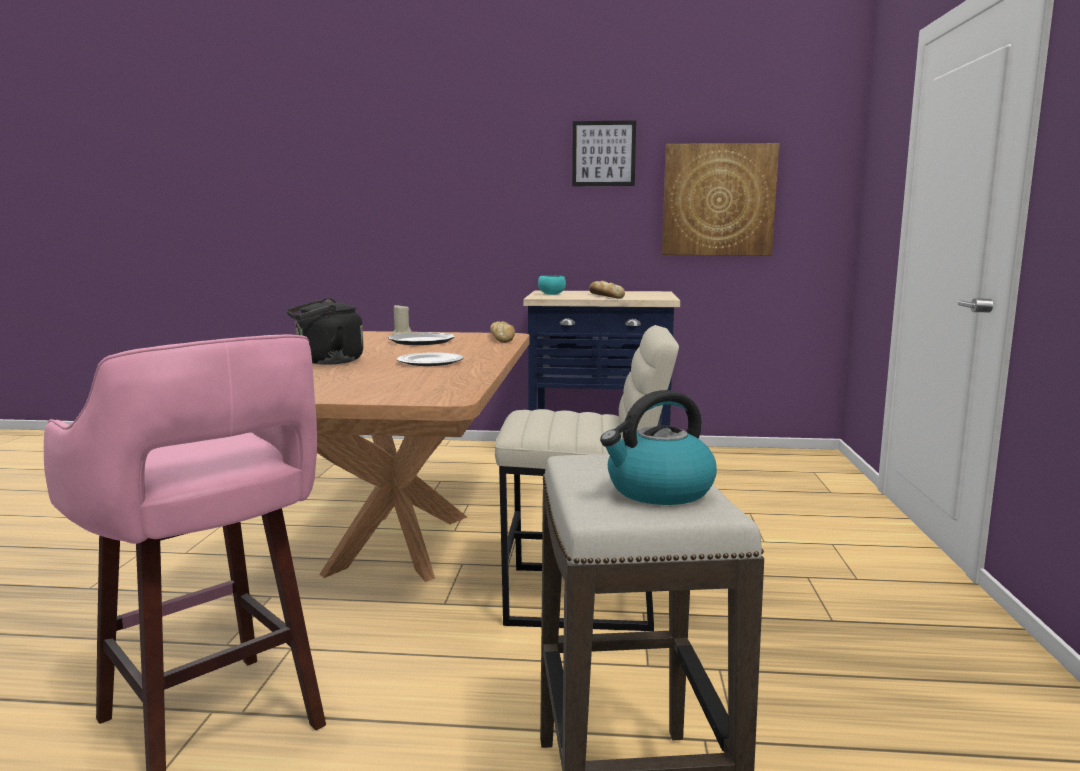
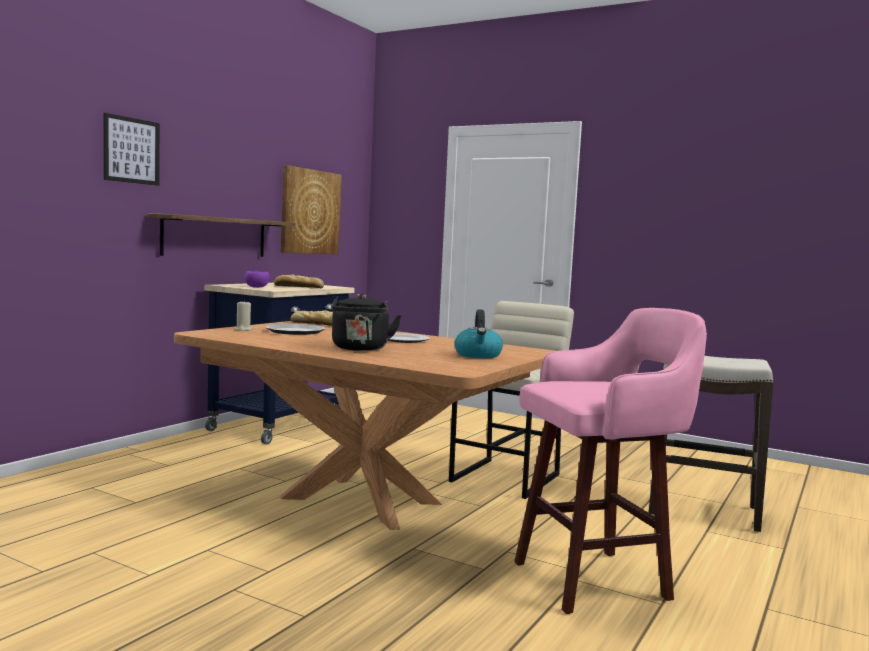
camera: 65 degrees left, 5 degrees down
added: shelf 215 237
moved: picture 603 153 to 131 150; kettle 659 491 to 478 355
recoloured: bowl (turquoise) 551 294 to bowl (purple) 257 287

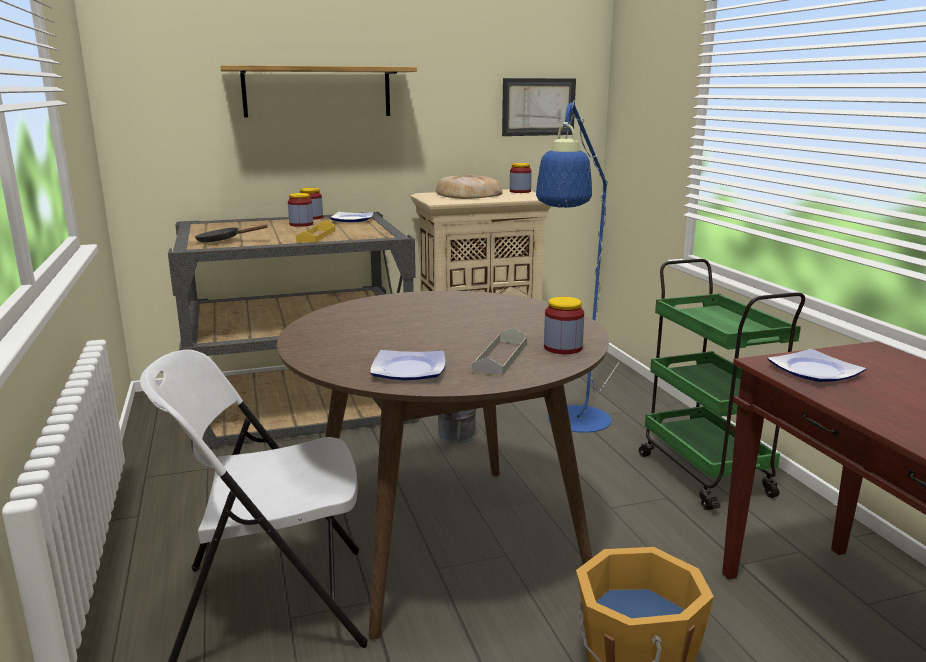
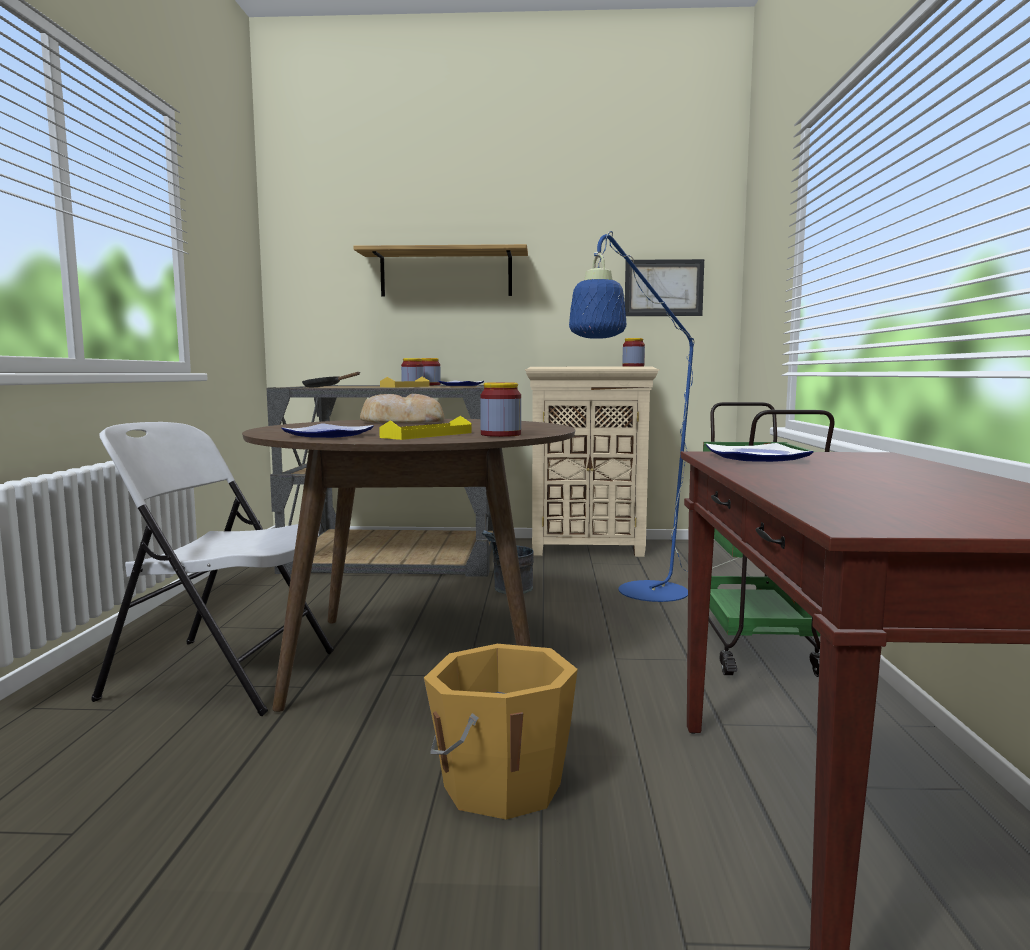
camera: 20 degrees right, 10 degrees down
moved: bread 467 195 to 401 420
recoloured: tray (grey) 500 357 to tray (yellow) 427 435

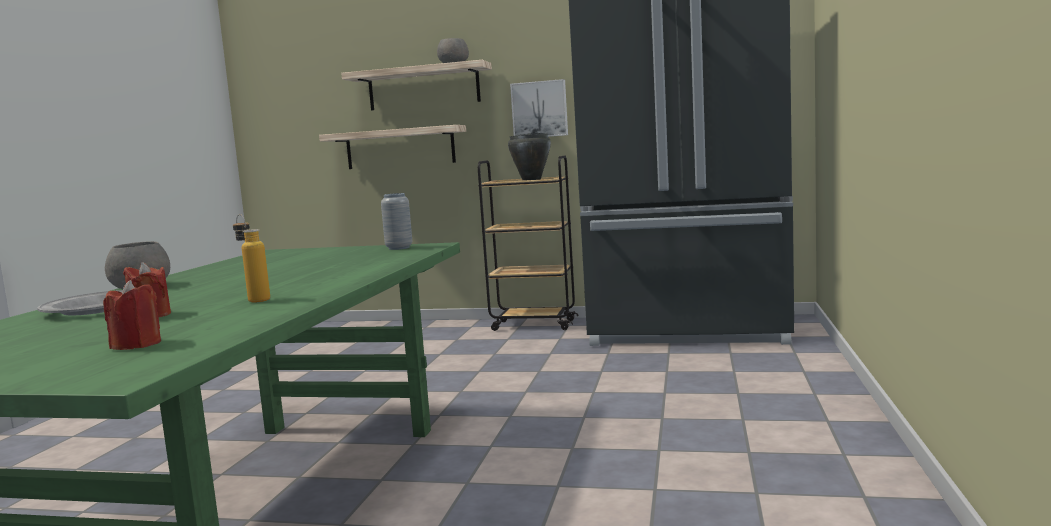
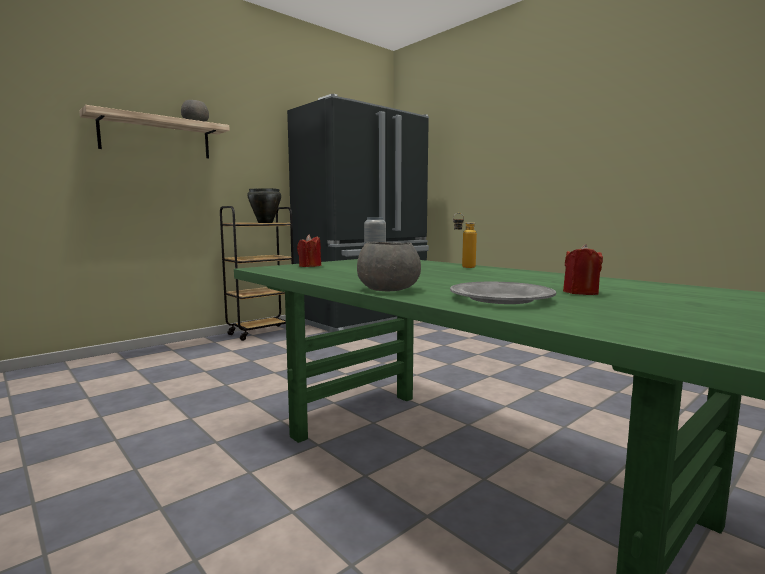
camera: 55 degrees left, 0 degrees up
removed: shelf 400 148; picture 539 109
moved: candle (red) 137 345 to 309 266; bottle 255 299 to 463 267

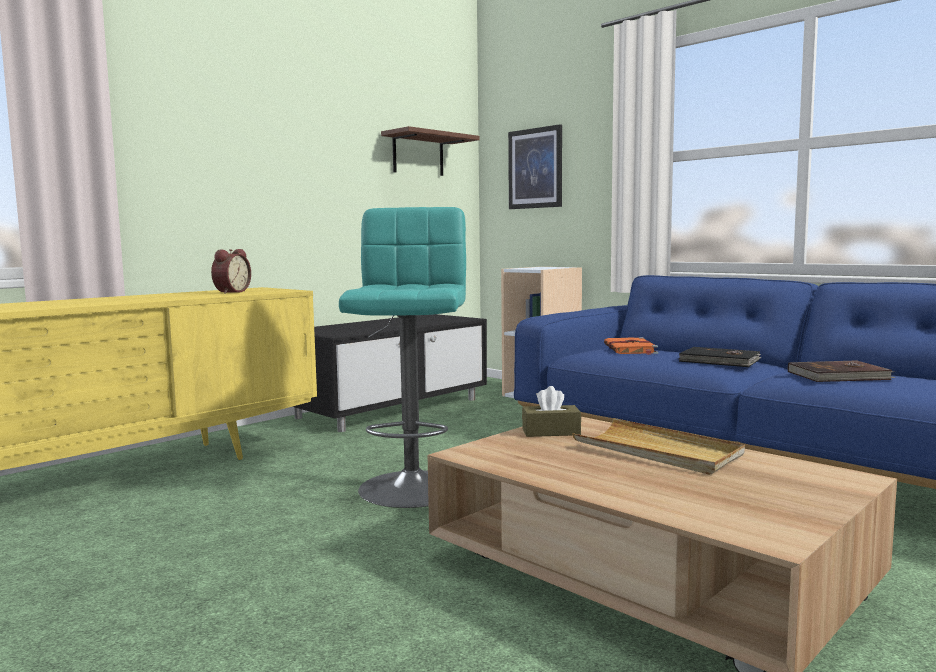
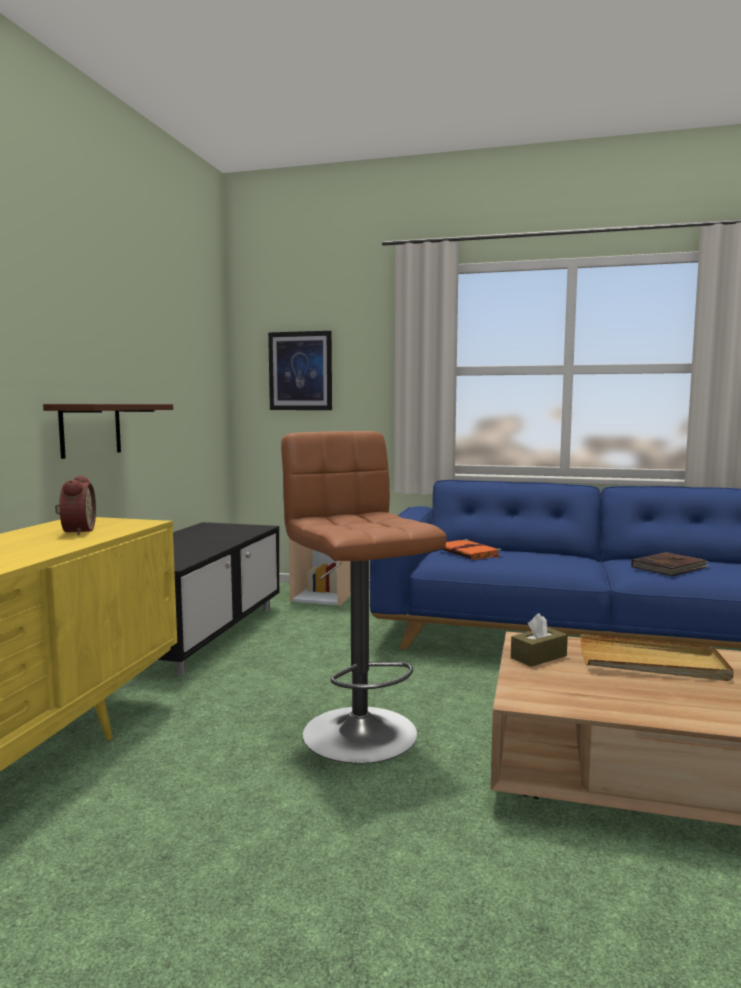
camera: 30 degrees left, 0 degrees up
removed: book (black) 719 361
moved: shelf (brown) 418 155 to 90 429
recoloured: stool (turquoise) 413 488 to stool (brown) 360 733

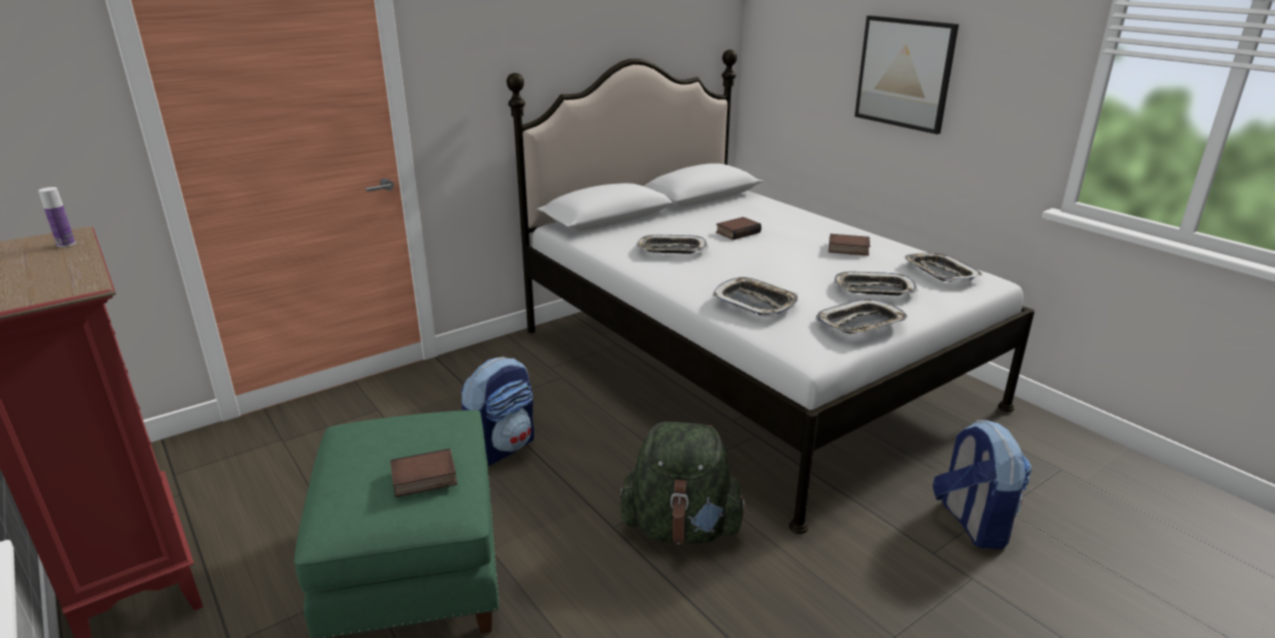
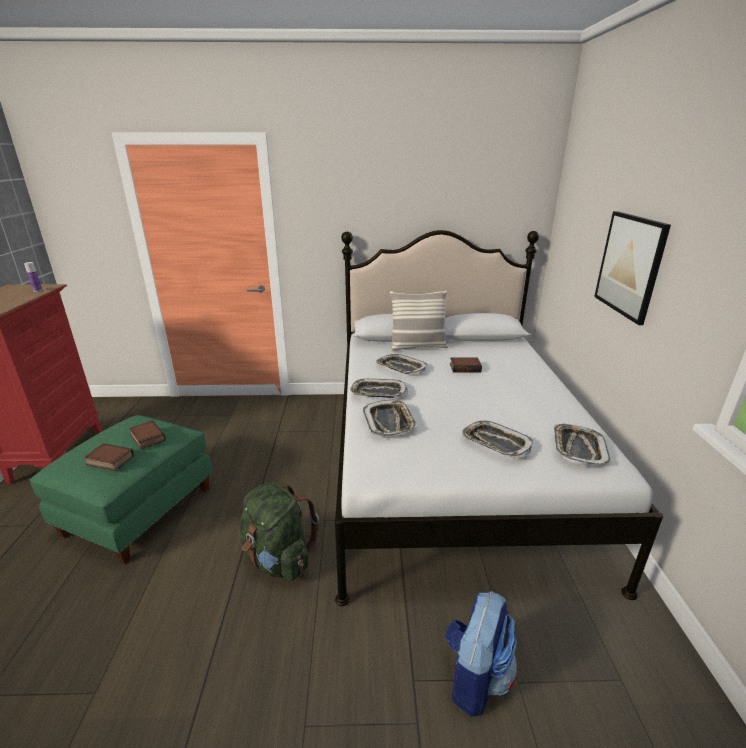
camera: 35 degrees right, 0 degrees up
removed: backpack 502 447
added: pillow 417 347
moved: book 847 249 to 146 438; tray 861 324 to 378 392

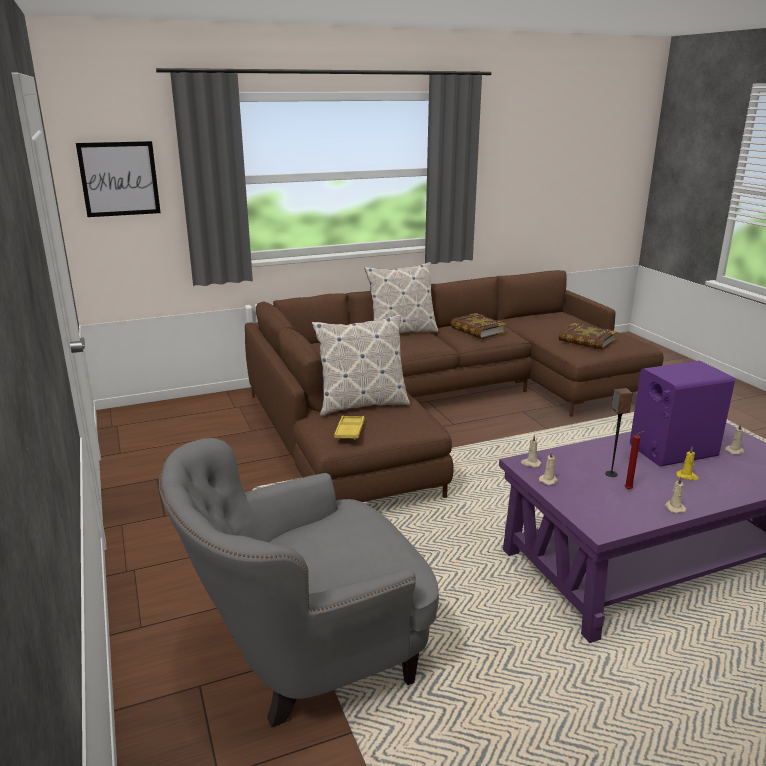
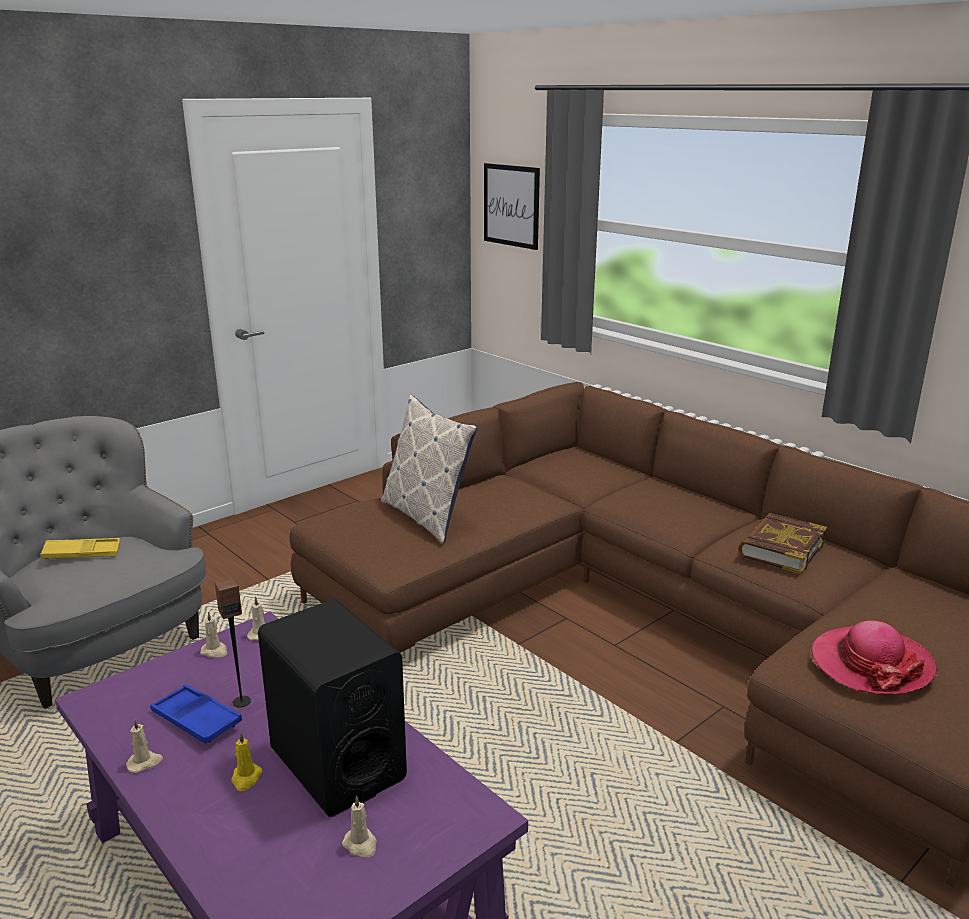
camera: 70 degrees right, 0 degrees up
removed: pillow 401 332
moved: tray (yellow) 349 431 to 82 554
replaced: candle (red) 629 489 to tray (blue) 196 720; book 586 341 to hat 871 664
recoloured: speaker (purple) 672 451 to speaker (black) 337 763

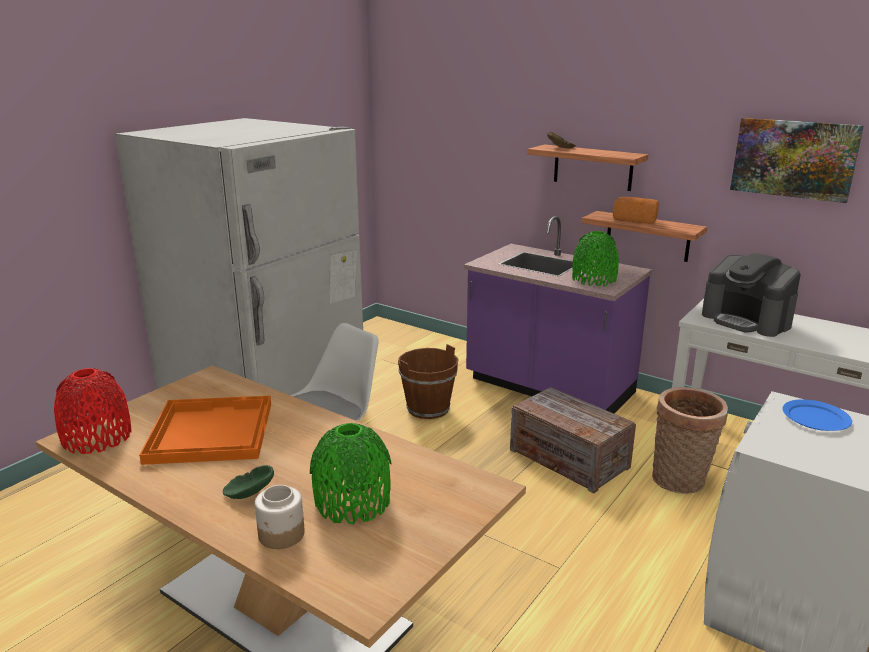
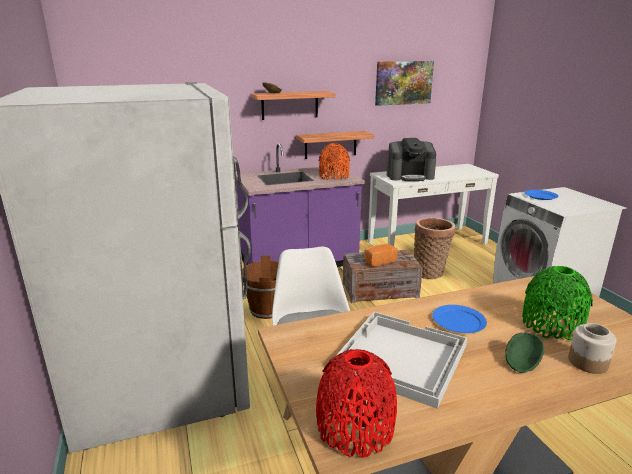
camera: 55 degrees left, 0 degrees up
added: plate (blue) 458 321
moved: bread 635 220 to 379 261
recoloured: vase (green) 593 280 to vase (orange) 334 176; tray (orange) 210 431 to tray (white) 399 358

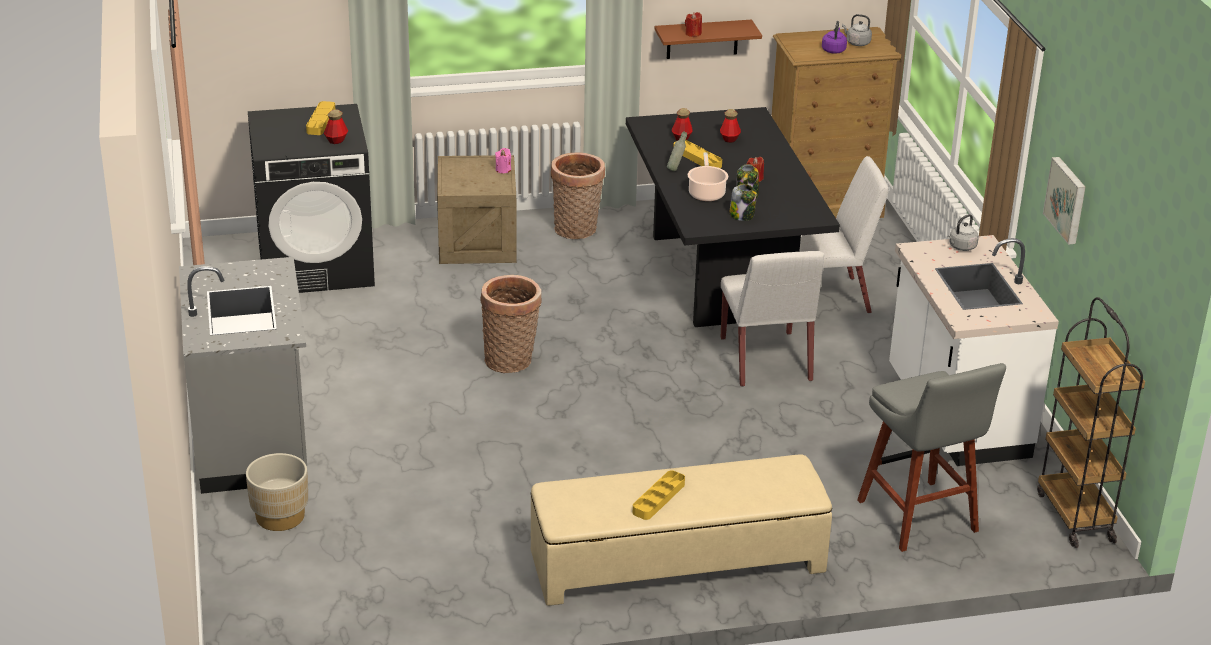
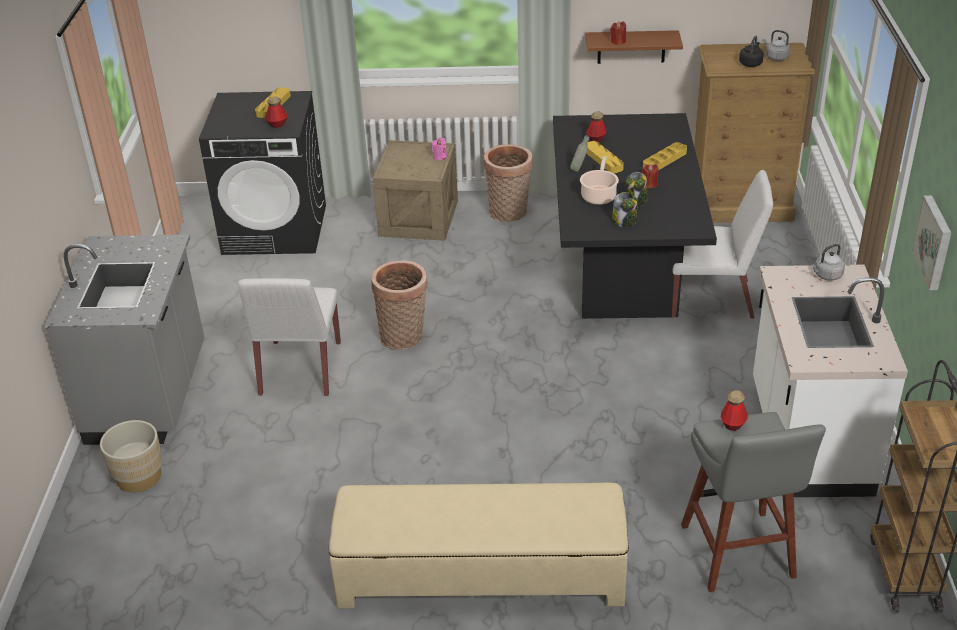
camera: 15 degrees right, 5 degrees up
moved: chair (white) 766 360 to 300 369; tray (yellow) 658 498 to 664 160; bottle 729 139 to 733 424
recoloured: kettle (purple) 833 50 to kettle (black) 750 63

